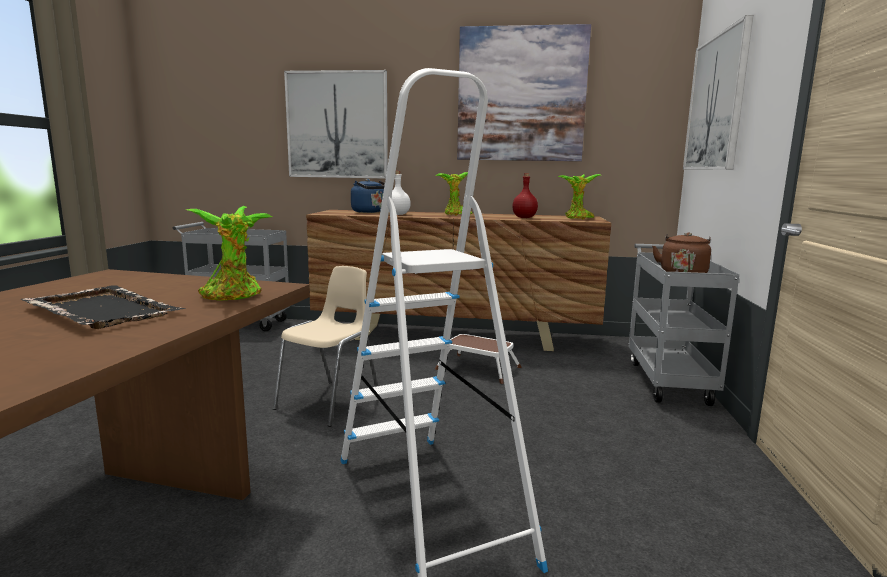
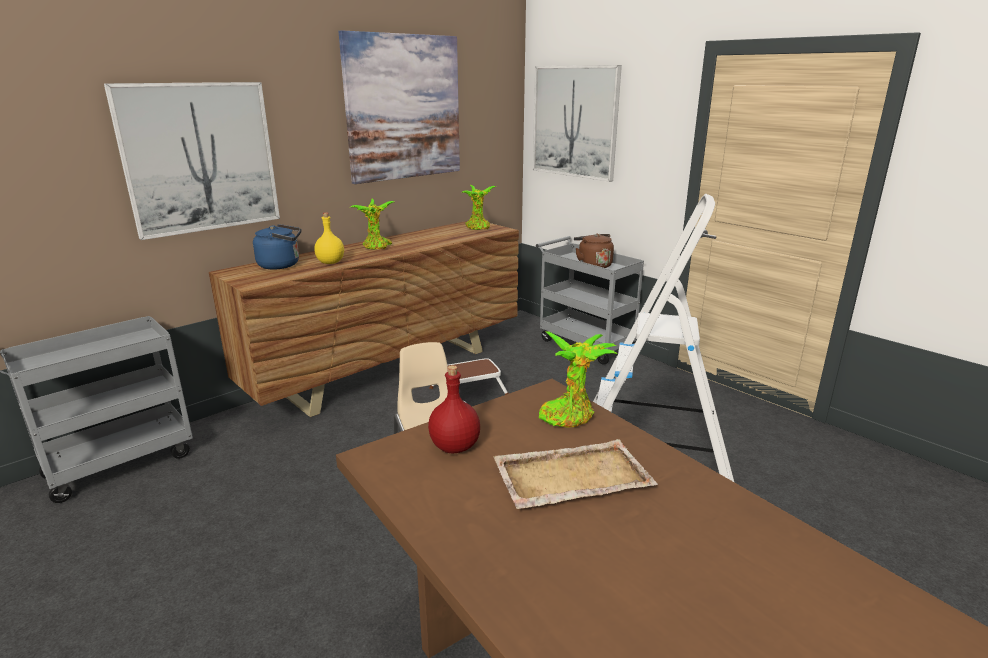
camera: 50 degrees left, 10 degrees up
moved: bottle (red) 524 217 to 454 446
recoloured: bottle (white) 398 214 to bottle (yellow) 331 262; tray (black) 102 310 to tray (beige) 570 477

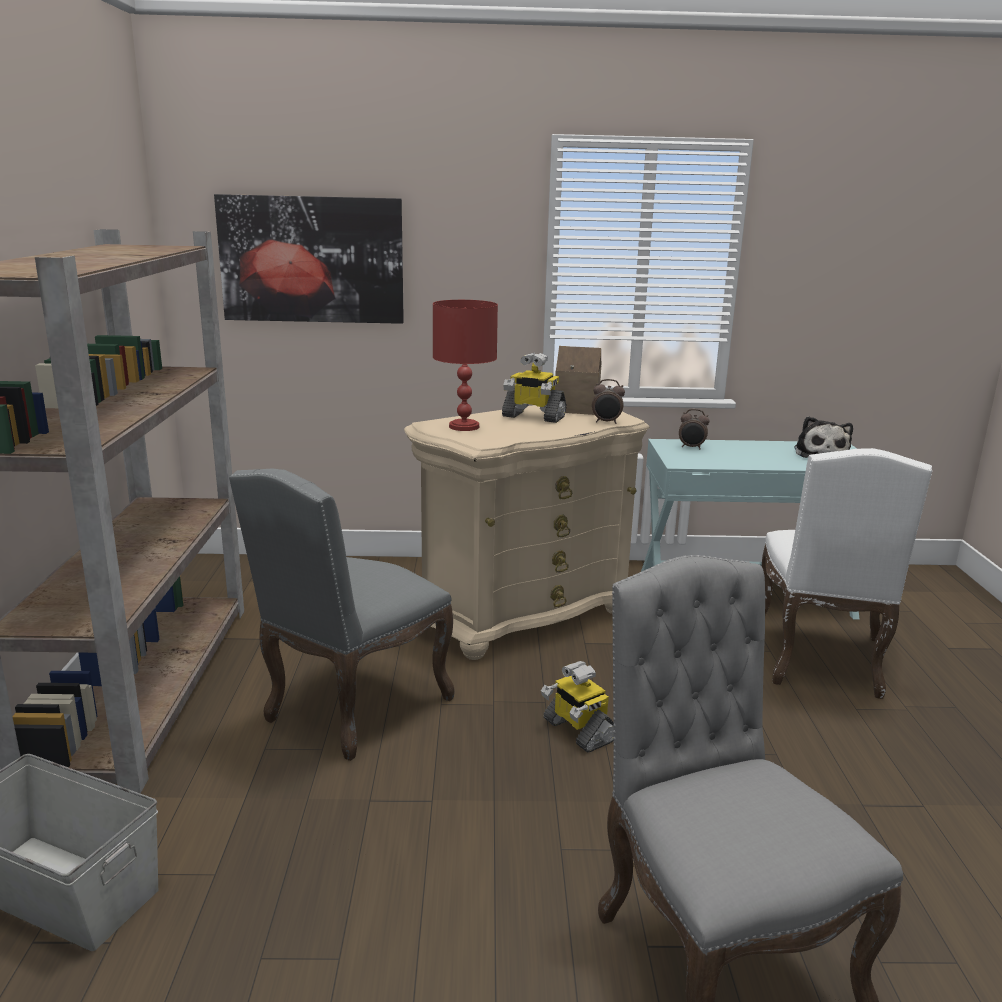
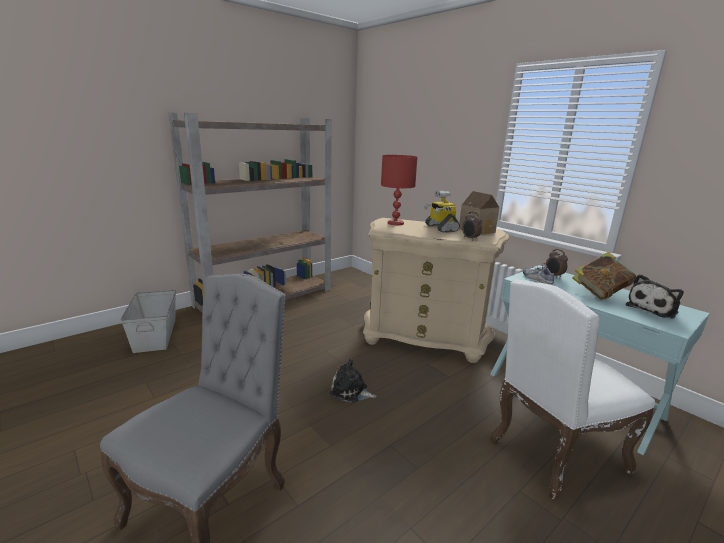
camera: 50 degrees right, 0 degrees up
removed: picture 312 260; chair (grey) 352 708
added: shoe 537 279; book 600 293
replaced: toy robot 578 731 to plush toy 351 391

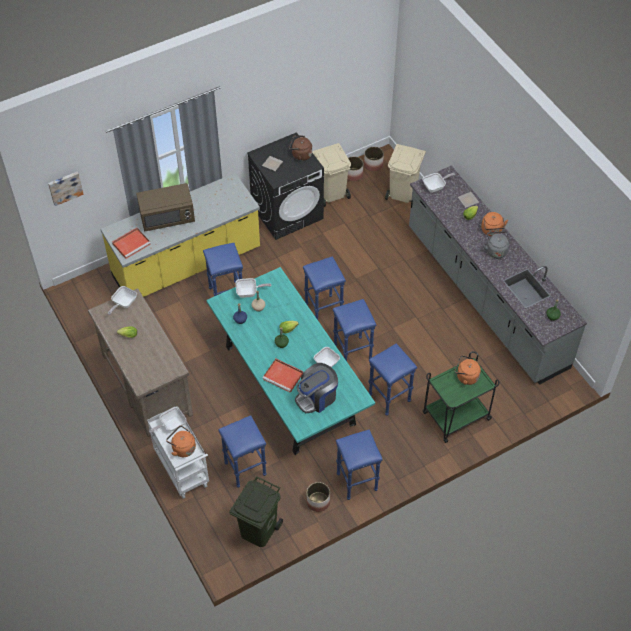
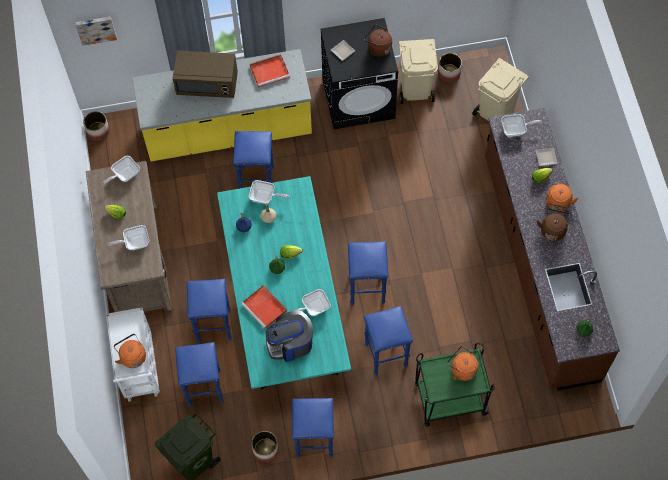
camera: 20 degrees right, 10 degrees up
moved: planter 373 165 to 98 131; frying pan 171 425 to 134 243; stool (blue) 324 310 to 214 326; tray (red) 132 243 to 270 71
recoloured: counter (grey) 485 297 to counter (brown) 538 267; kettle (grey) 496 250 to kettle (brown) 552 229

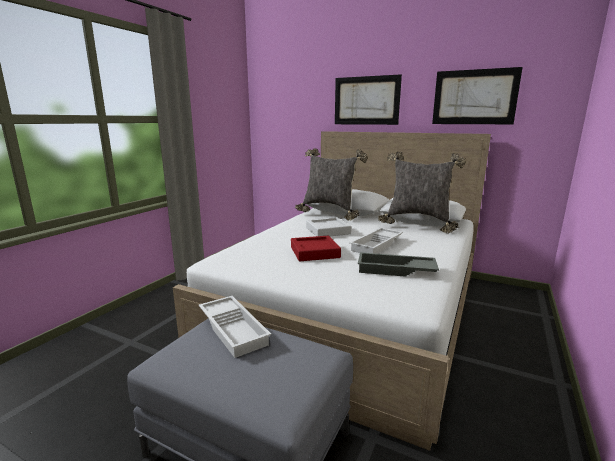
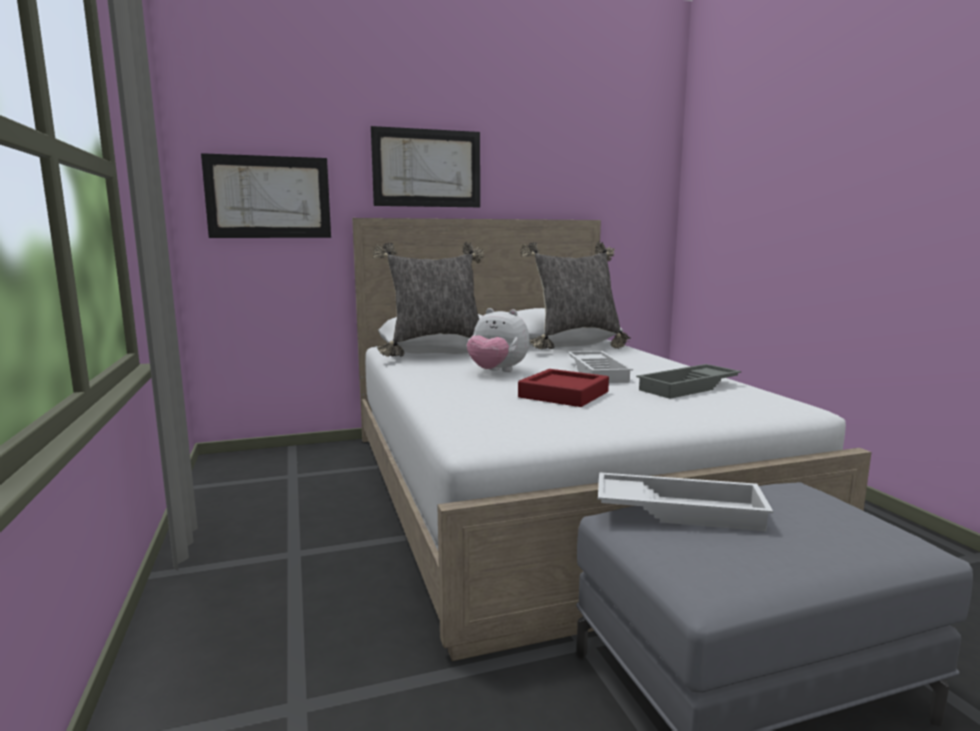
camera: 45 degrees left, 5 degrees down
moved: picture 474 97 to 268 197
replaced: tray (grey) 328 231 to plush toy 497 372

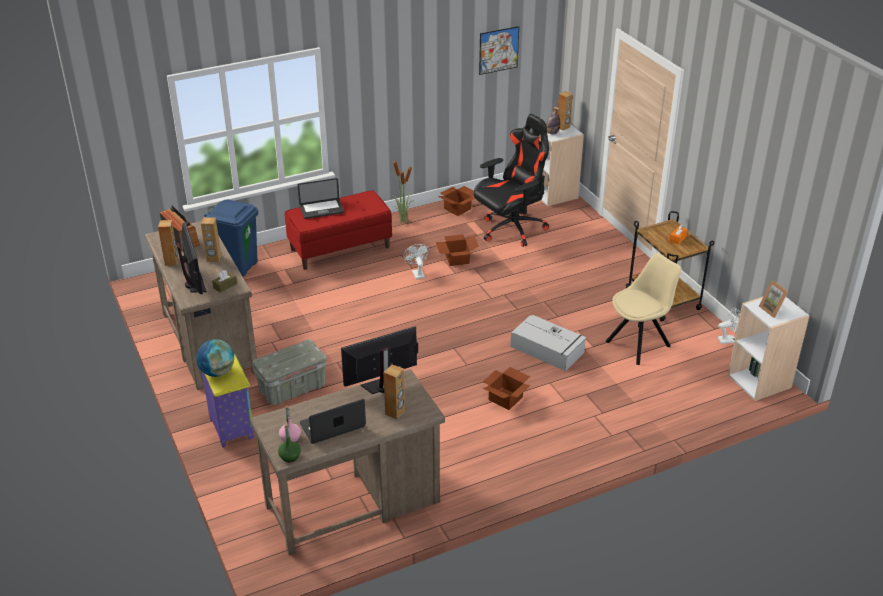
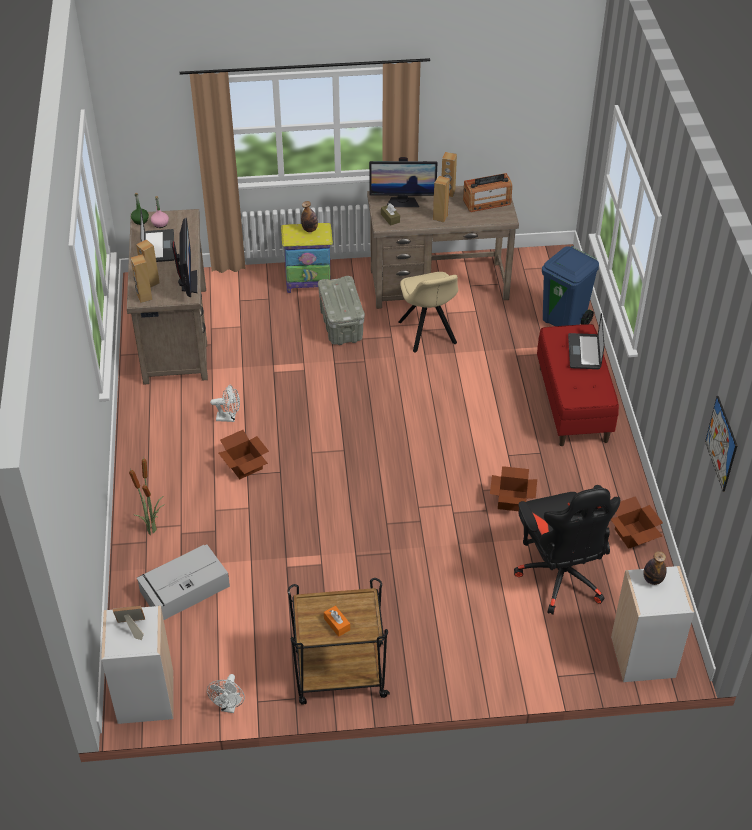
camera: 110 degrees right, 10 degrees up
moved: potted plant 402 221 to 152 529; speaker (brown) 563 127 to 144 297; storage box (grey) 548 350 to 183 590; fan (white) 417 273 to 229 418; chair (beige) 638 344 to 428 333
replaced: globe 217 372 to bottle 310 229

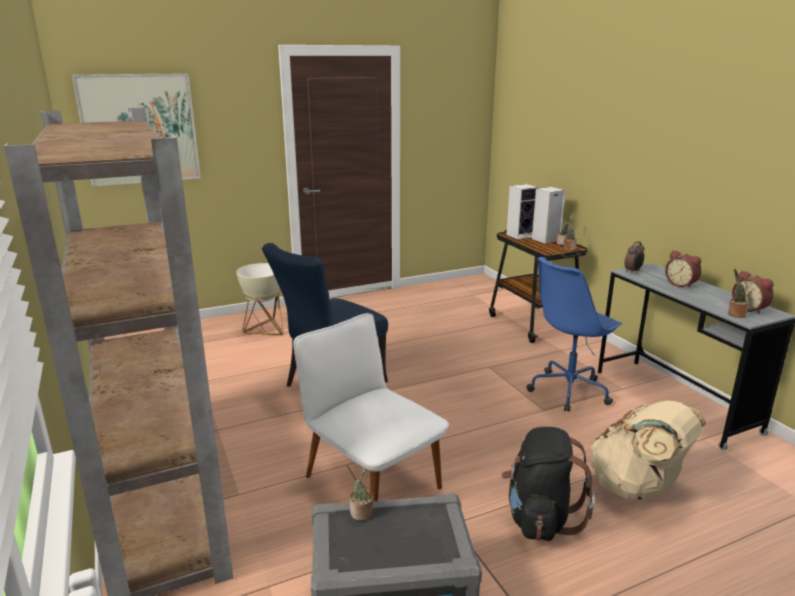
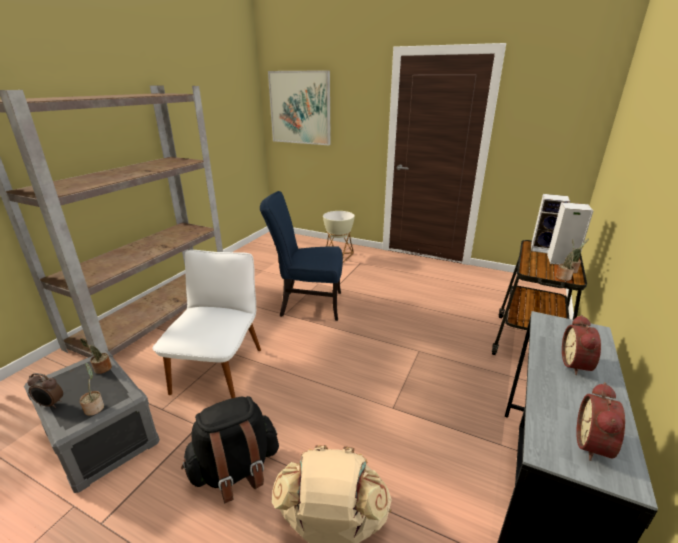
camera: 50 degrees right, 5 degrees up
removed: office chair (blue) 567 392
moved: alarm clock 633 271 to 50 404; potted plant 735 314 to 95 407

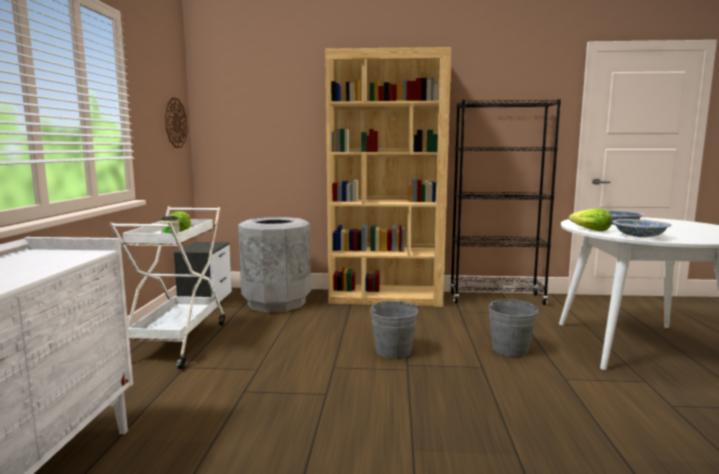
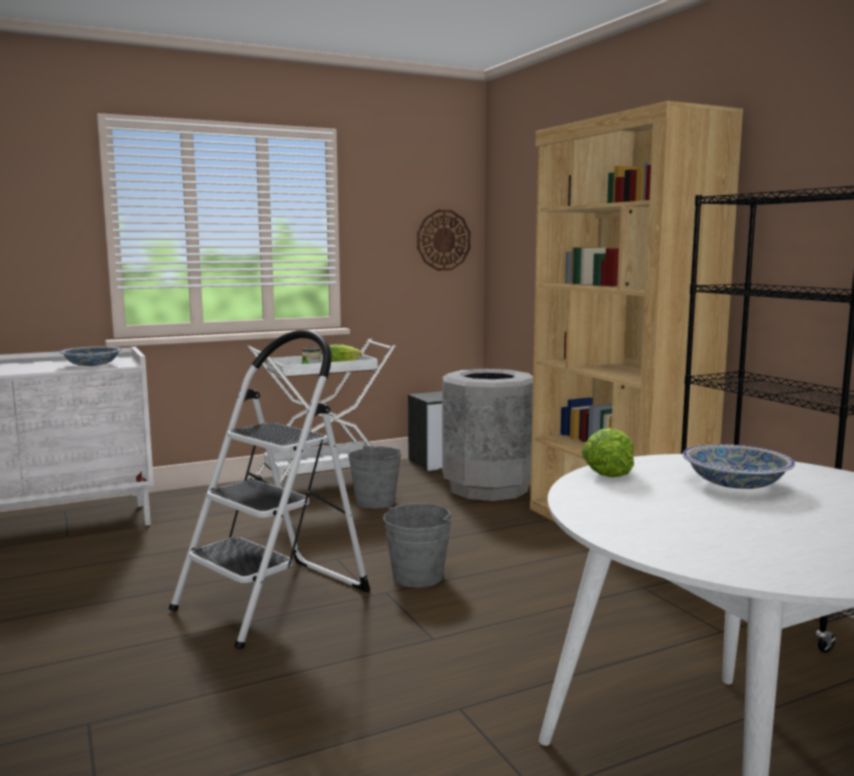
camera: 60 degrees right, 0 degrees up
added: step ladder 278 599
moved: bowl 639 236 to 92 365; bucket (grey) 510 349 to 375 502

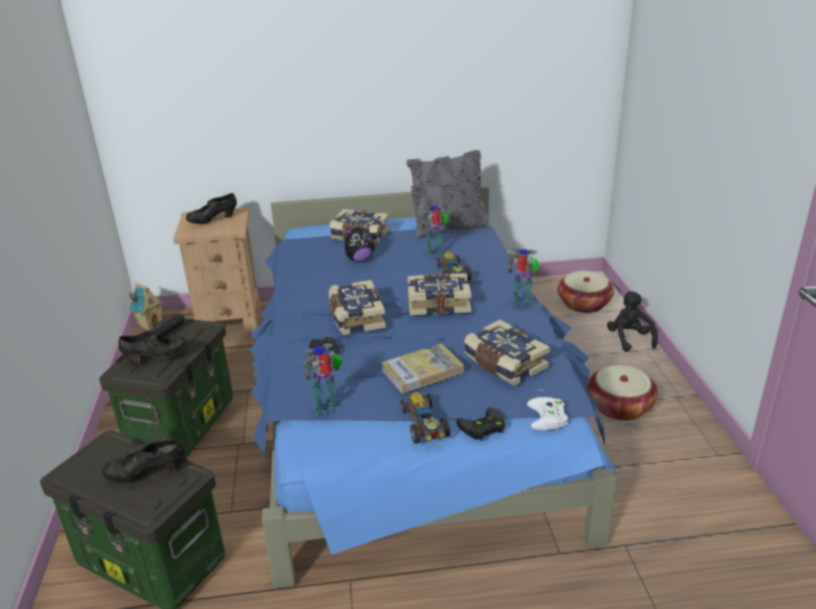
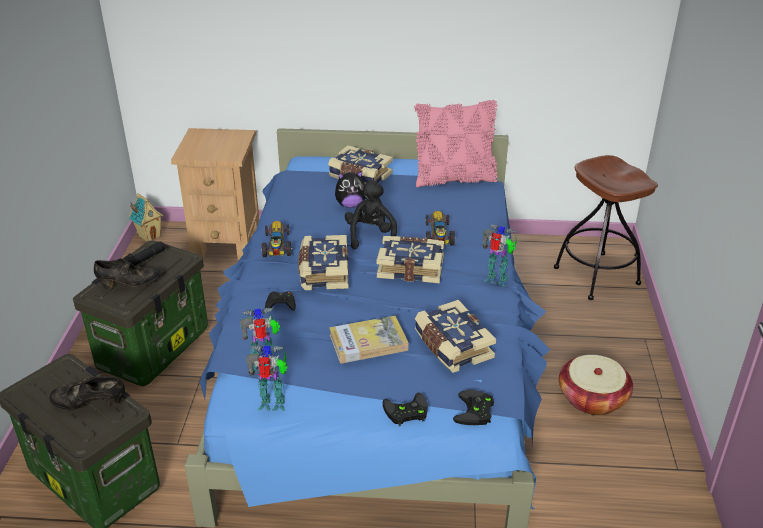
camera: 10 degrees right, 5 degrees up
removed: shoe (black) 213 220
moved: toy robot 435 254 to 273 405; toy car 424 426 to 277 247; plush toy (black) 629 339 to 371 236
replaced: basket 584 304 to stool (brown) 596 275
recoloured: pillow (grey) 448 228 to pillow (pink) 454 179; game controller (white) 549 417 to game controller (black) 475 412

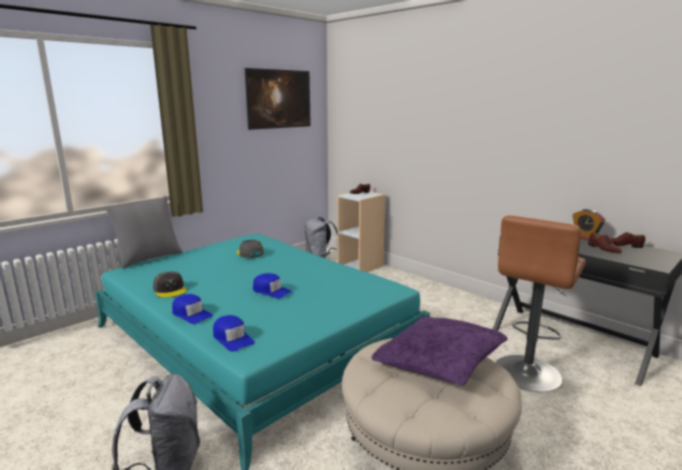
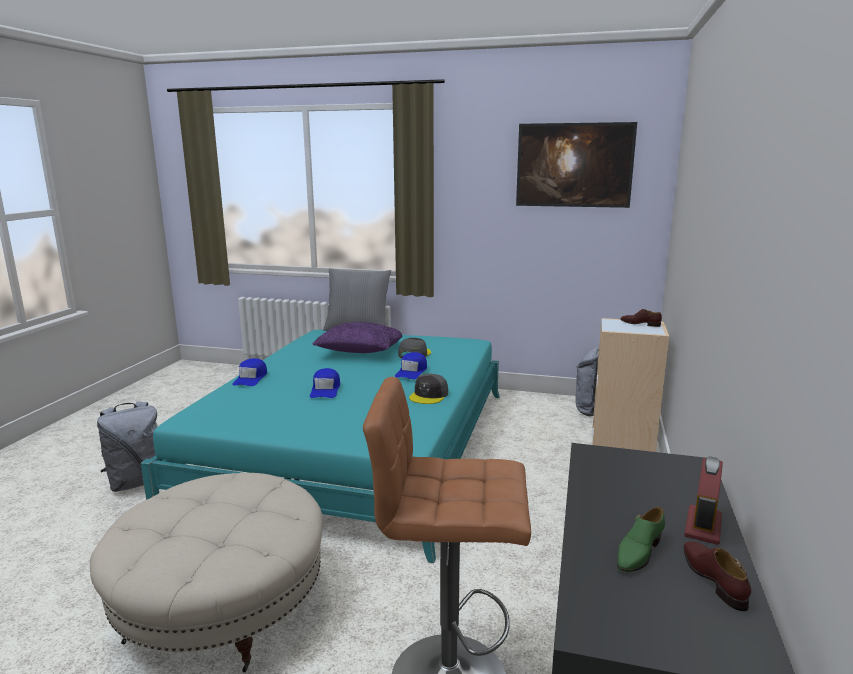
camera: 60 degrees right, 0 degrees up
moved: pillow (purple) 438 363 to 360 351; cap (blue) 232 338 to 412 371; cap (grey) 170 290 to 429 395
recoloured: shoe (brown) 603 249 to shoe (green) 638 552

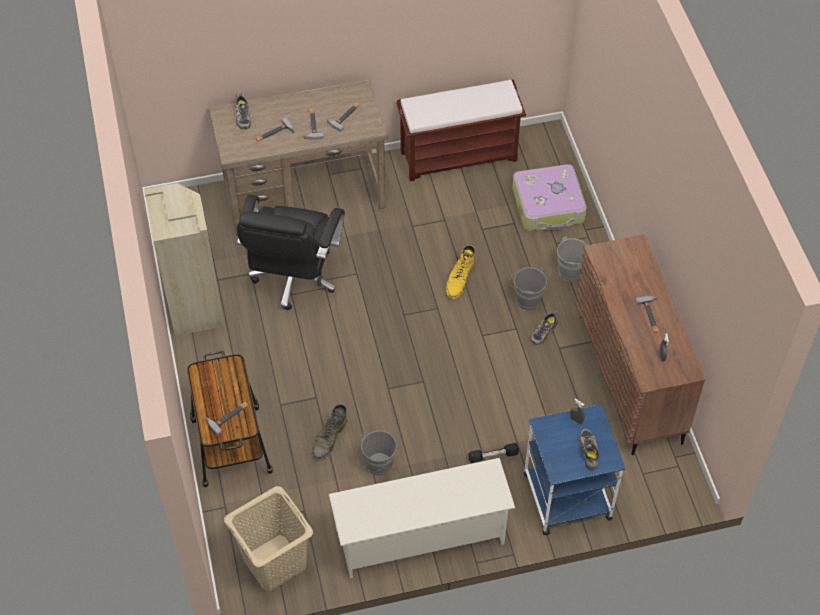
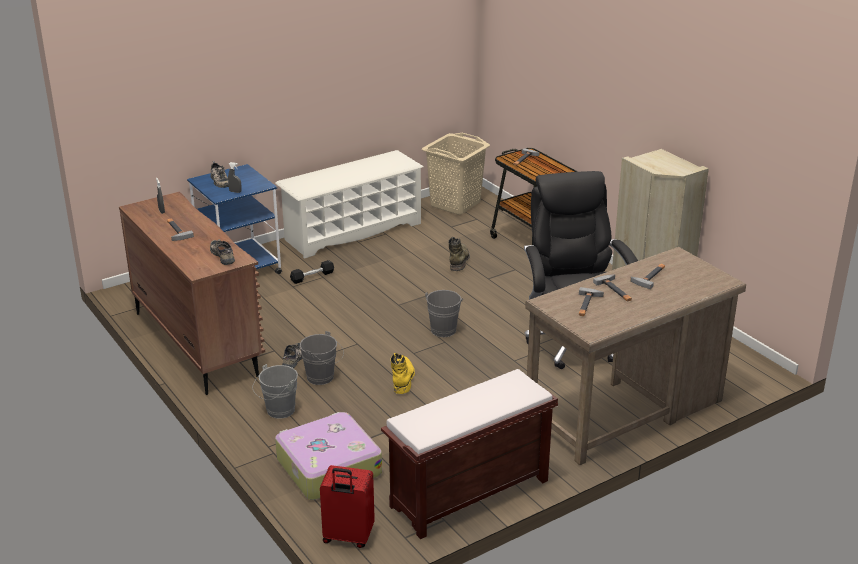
camera: 160 degrees right, 25 degrees down
added: suitcase (red) 347 537
moved: shoe 242 116 to 223 255; bucket (grey) 377 467 to 444 329

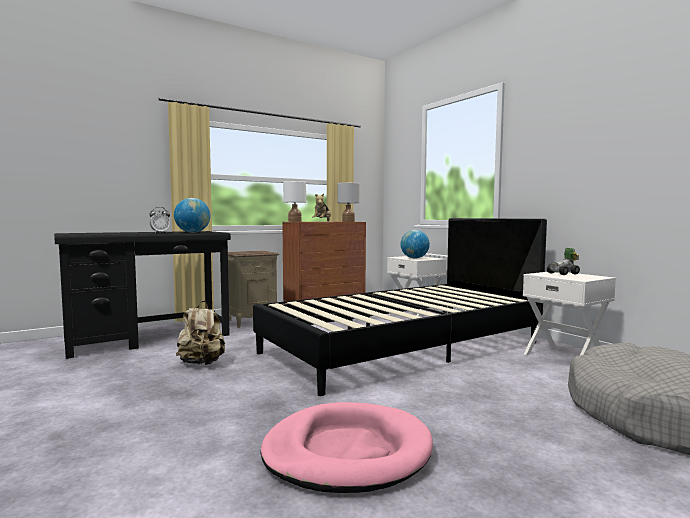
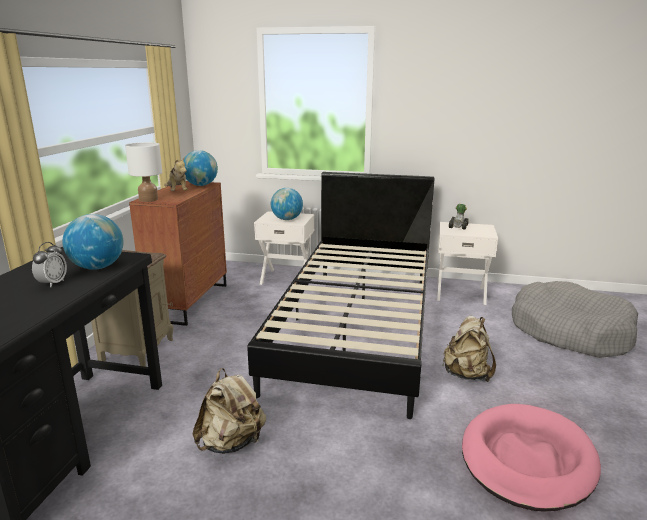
camera: 45 degrees left, 15 degrees up
added: backpack (beige) 466 374
replaced: table lamp (grey) 348 221 to globe 201 185

